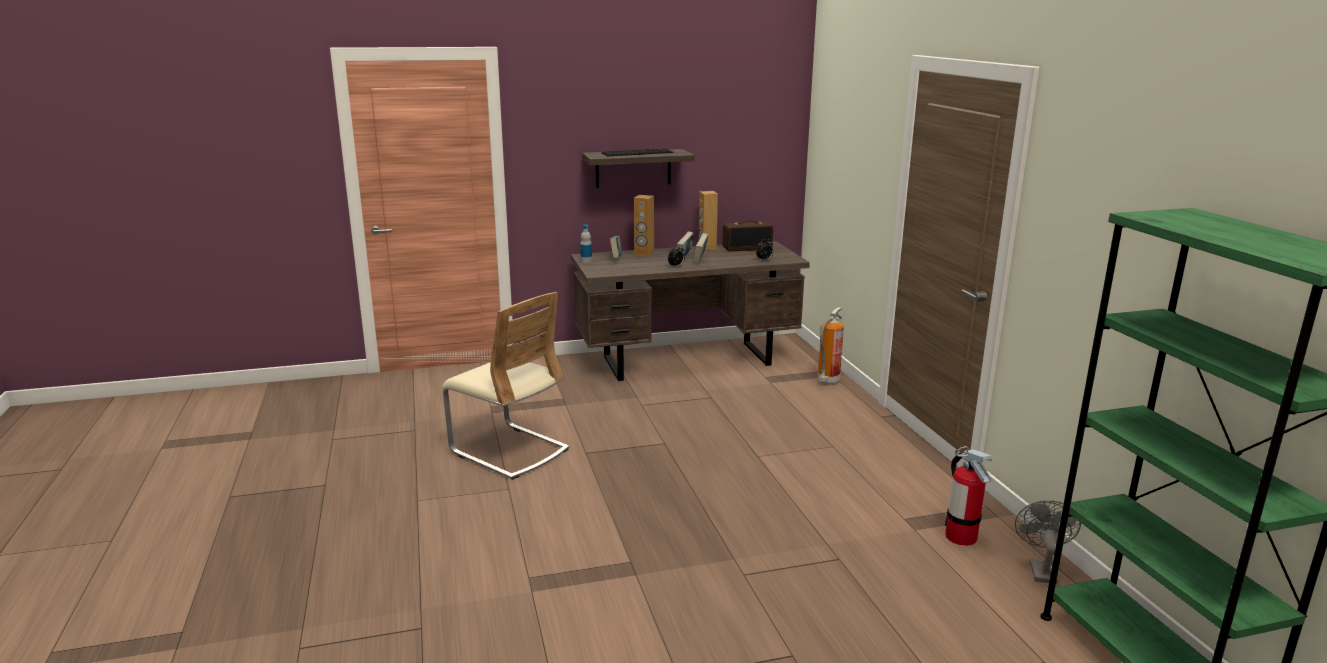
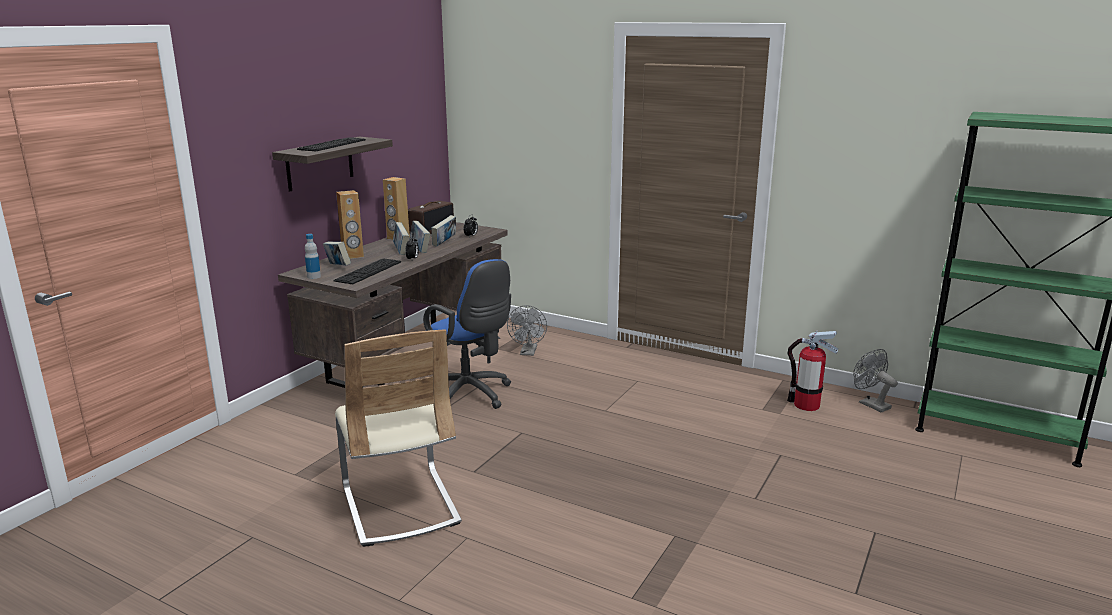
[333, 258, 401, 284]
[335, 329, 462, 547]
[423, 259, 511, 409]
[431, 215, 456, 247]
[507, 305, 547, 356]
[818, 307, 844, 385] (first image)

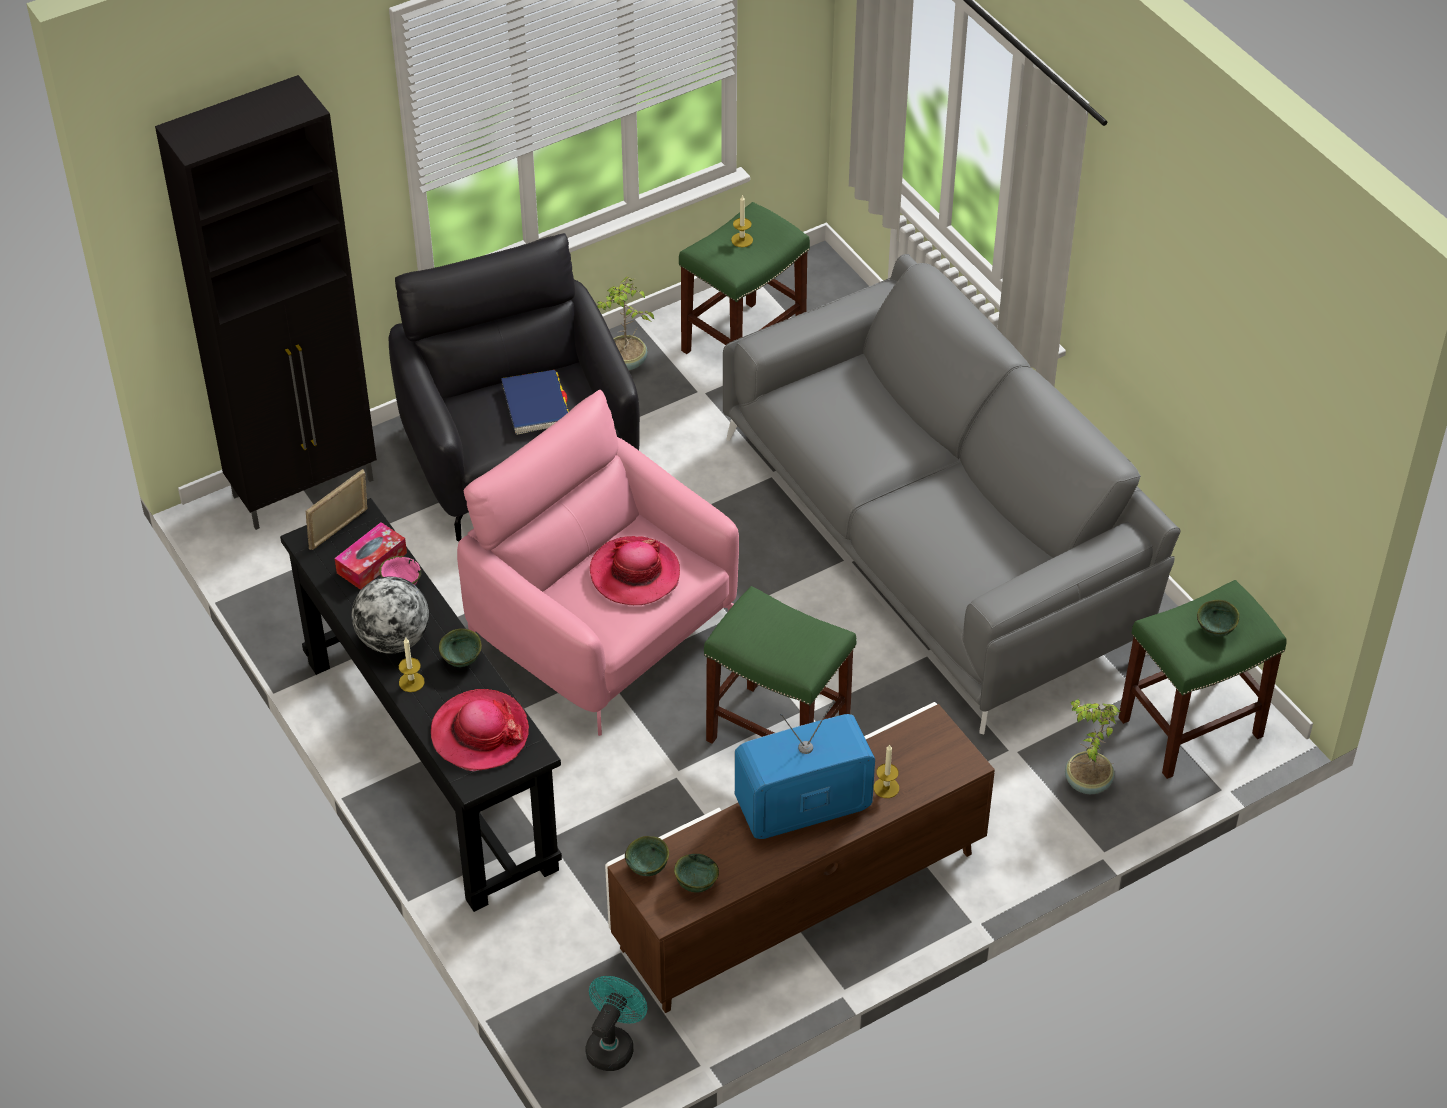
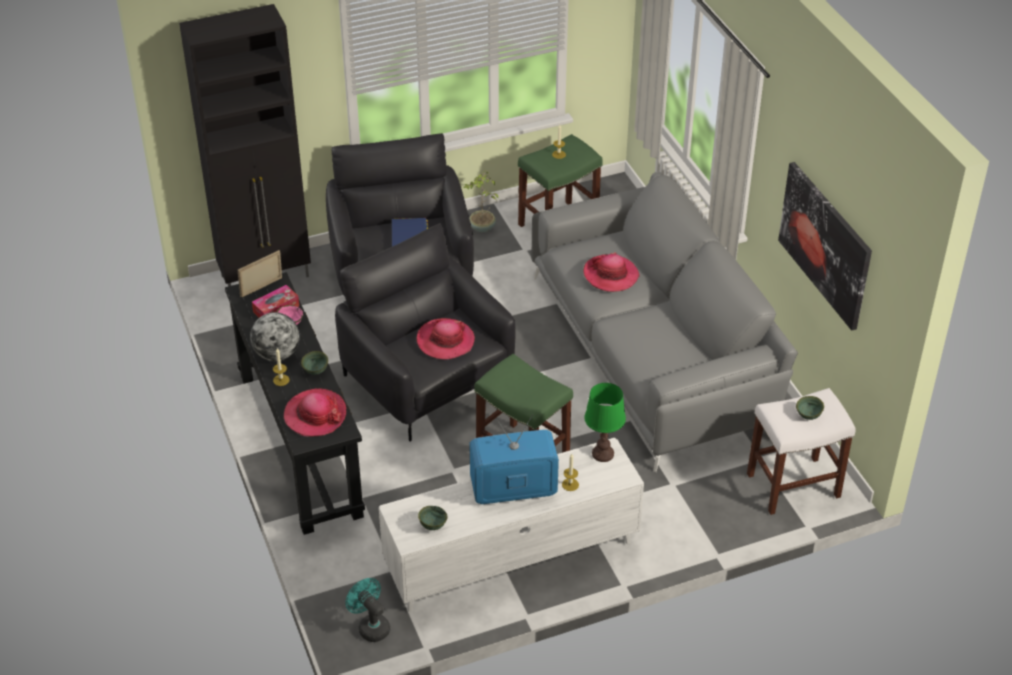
[335, 223, 516, 441]
[345, 578, 390, 642]
[379, 438, 644, 612]
[583, 252, 640, 292]
[584, 383, 626, 462]
[747, 388, 856, 515]
[778, 162, 872, 331]
[625, 836, 669, 876] (first image)
[1065, 699, 1120, 794] (first image)

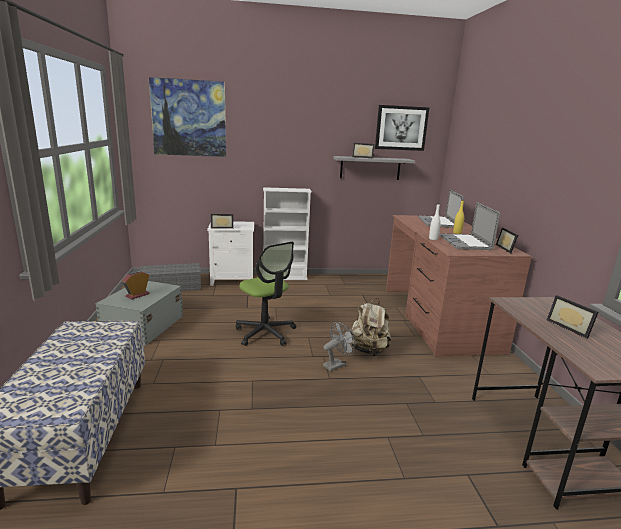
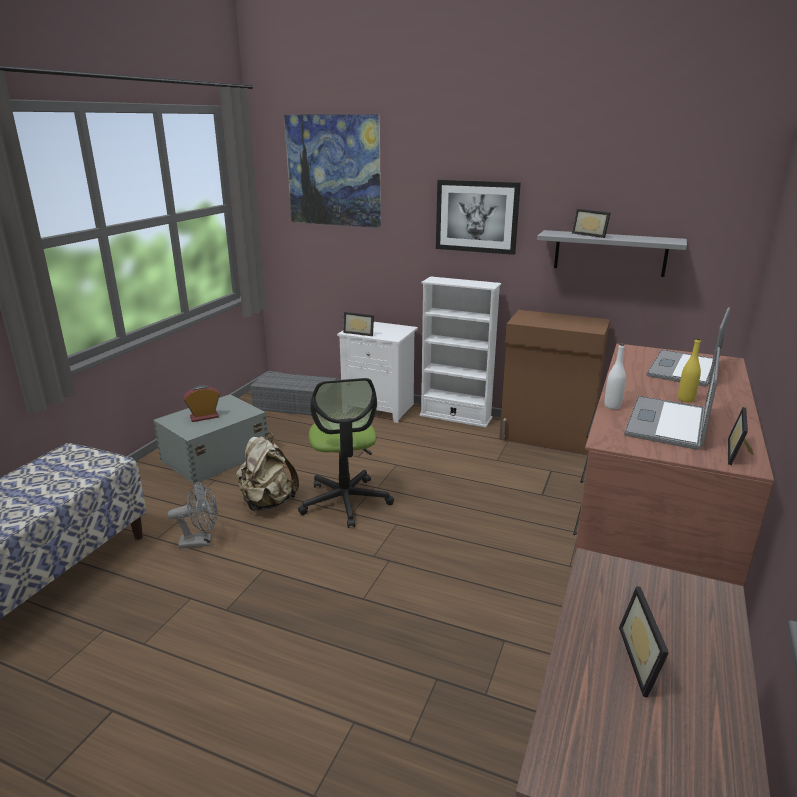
[167, 482, 218, 549]
[236, 433, 299, 511]
[436, 180, 521, 255]
[499, 310, 610, 455]

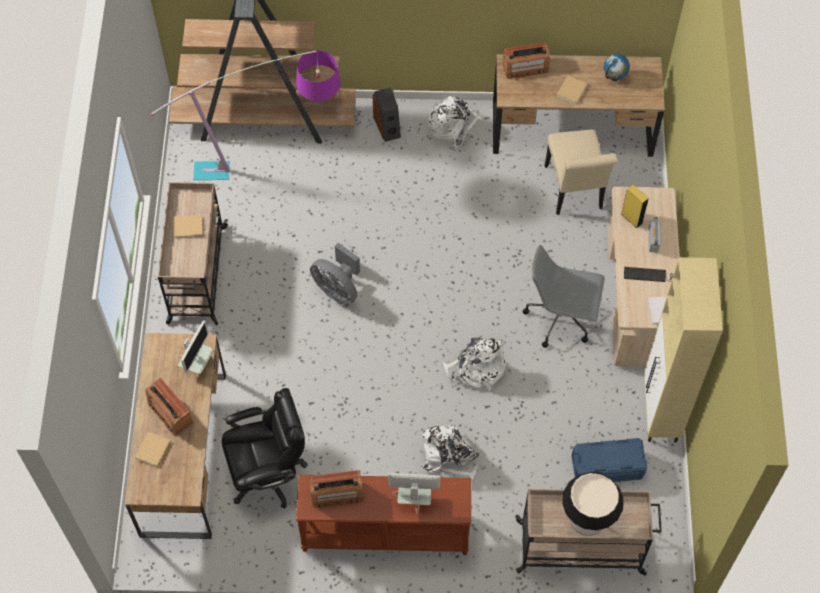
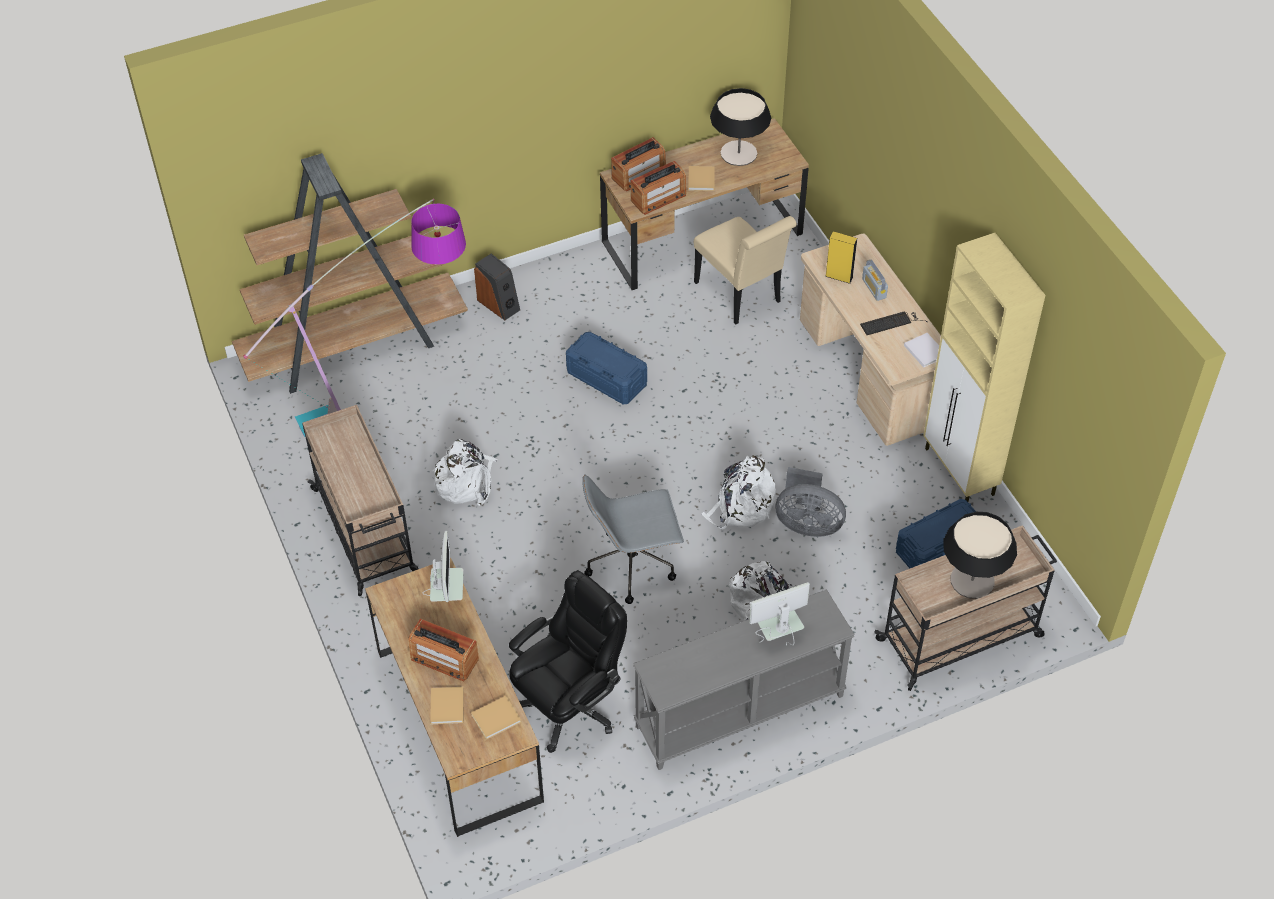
[432, 439, 497, 506]
[471, 696, 521, 740]
[566, 332, 647, 405]
[582, 474, 684, 604]
[631, 161, 686, 215]
[633, 589, 855, 770]
[710, 88, 771, 166]
[775, 467, 846, 537]

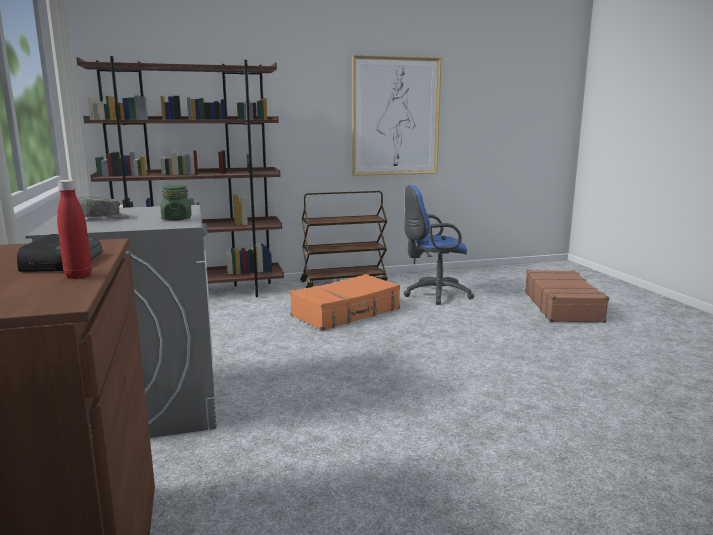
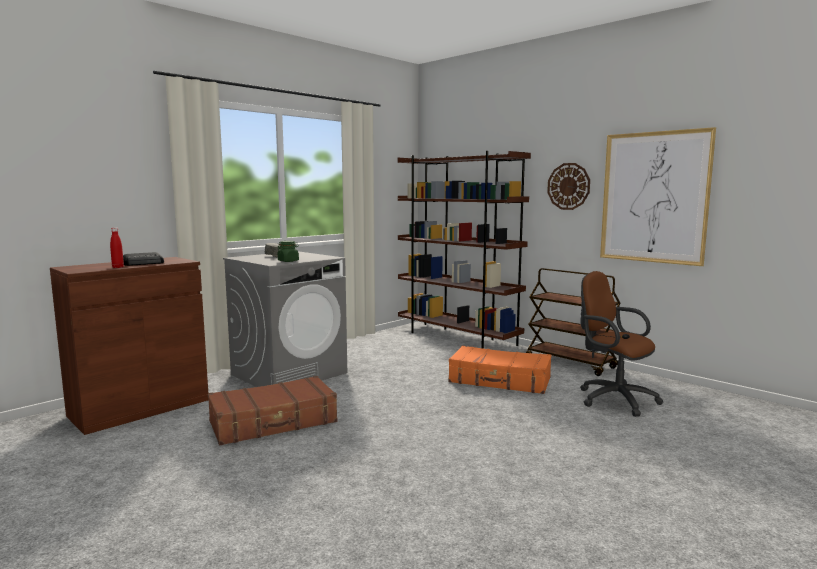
[208, 376, 337, 446]
[547, 163, 590, 210]
[580, 271, 663, 417]

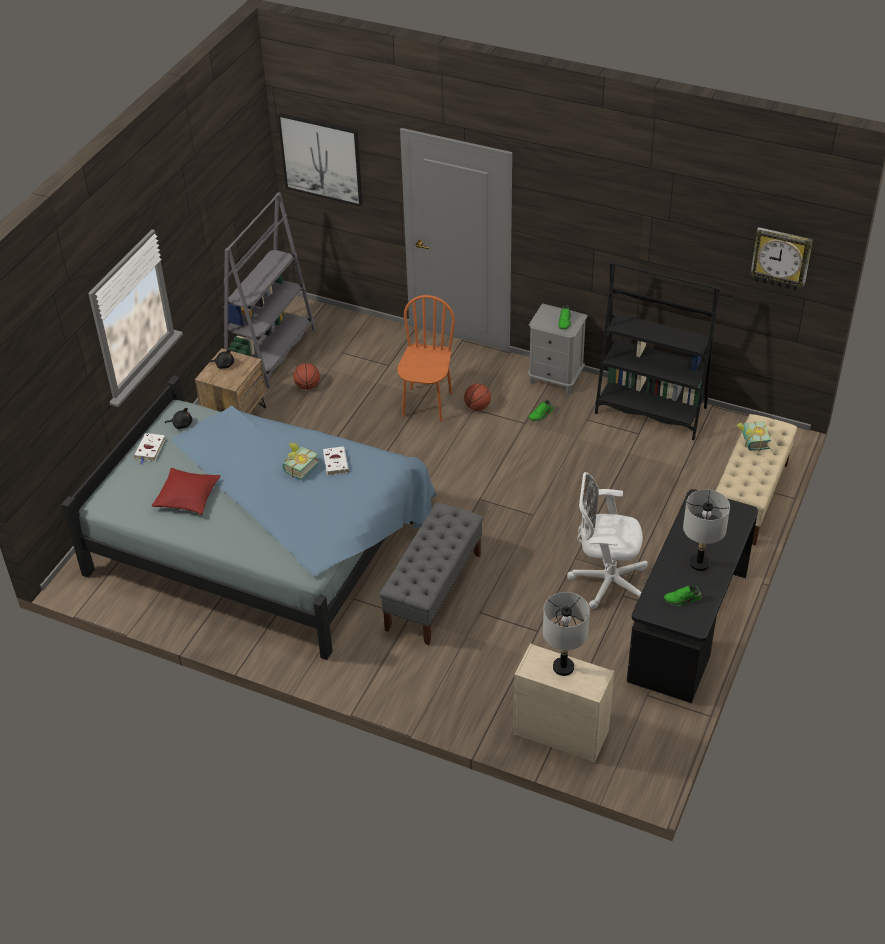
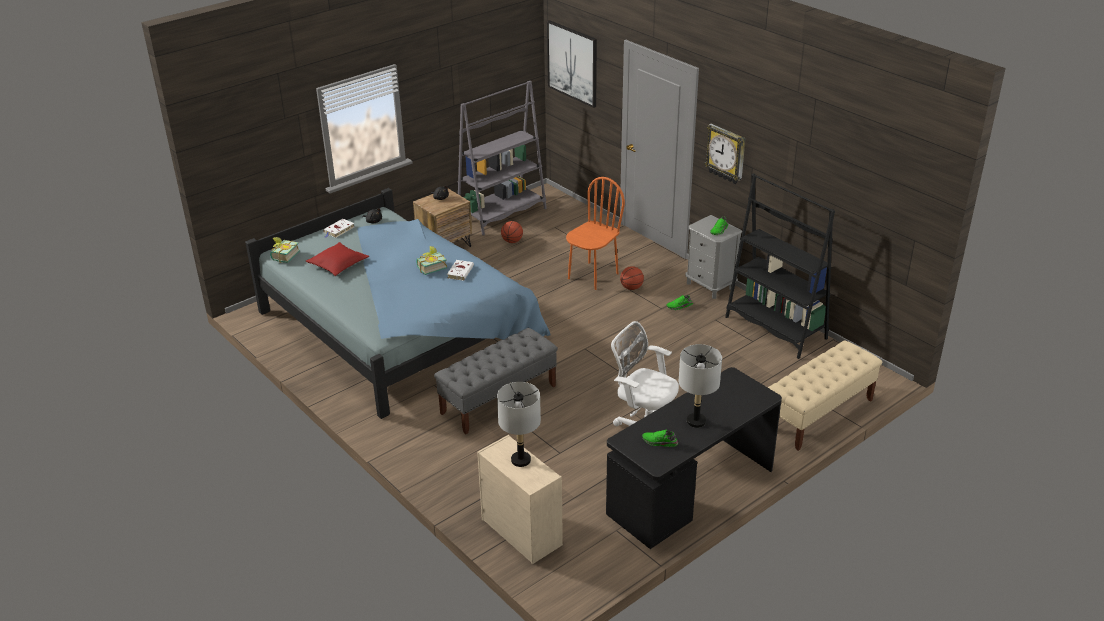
[270, 237, 300, 263]
[705, 124, 745, 184]

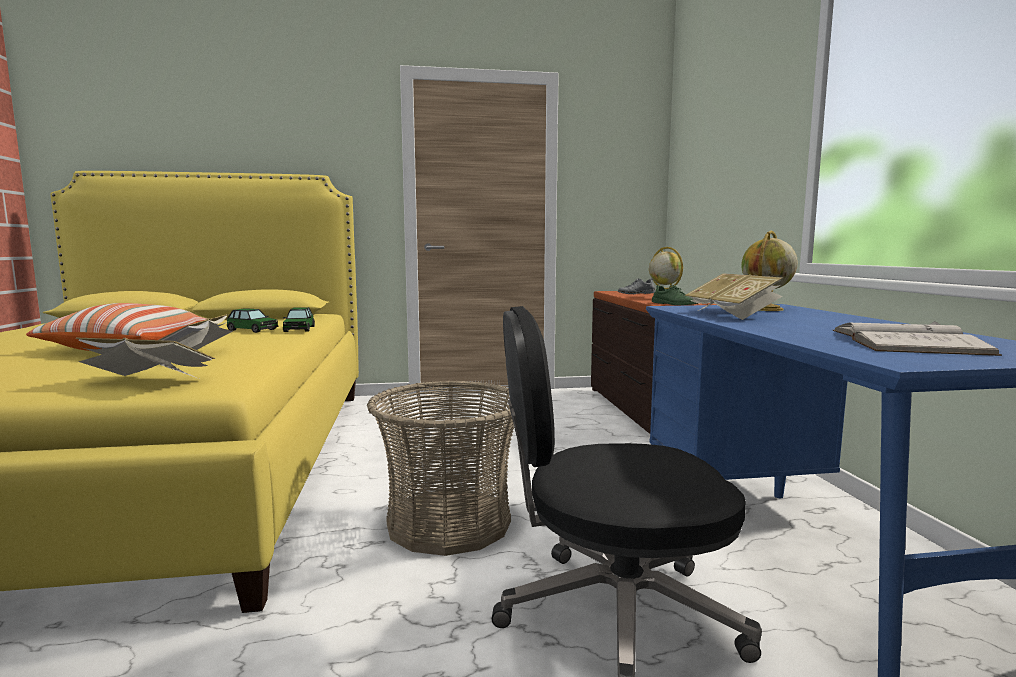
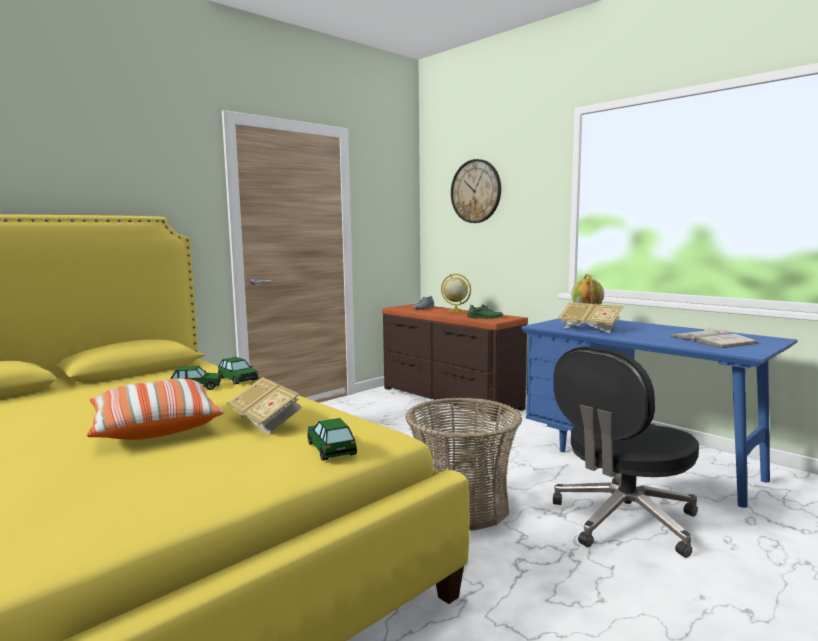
[307, 418, 357, 461]
[451, 159, 501, 223]

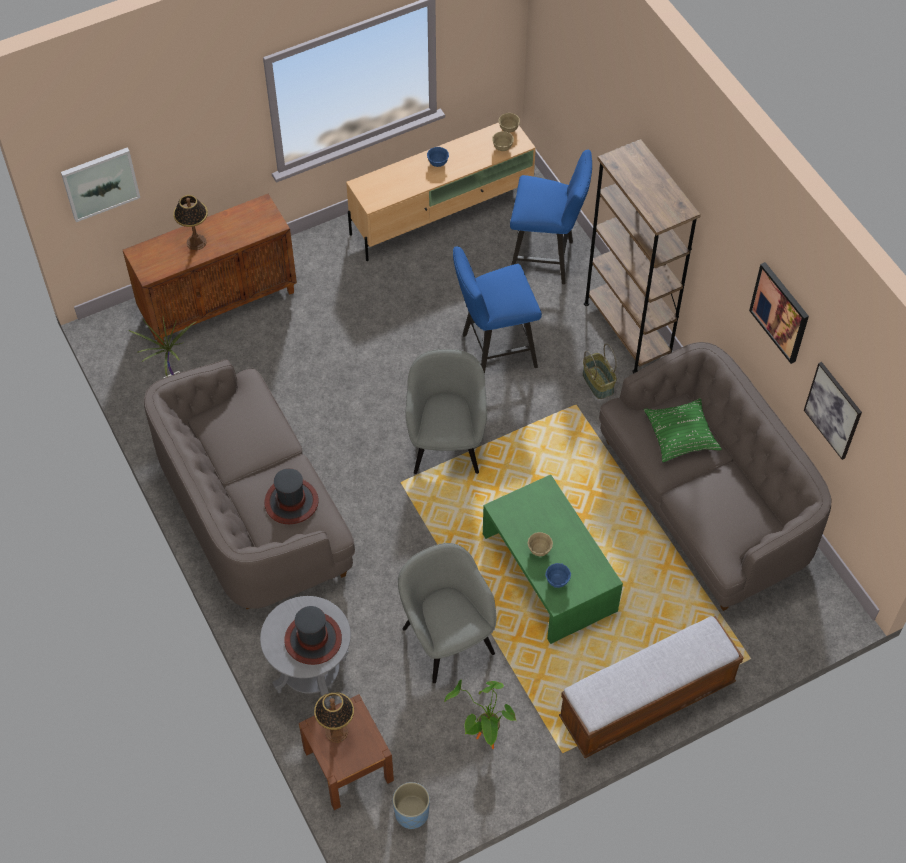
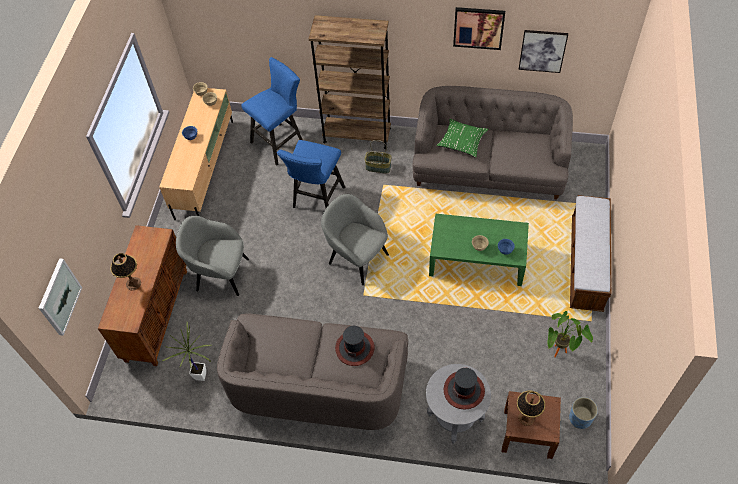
[176, 216, 249, 296]

